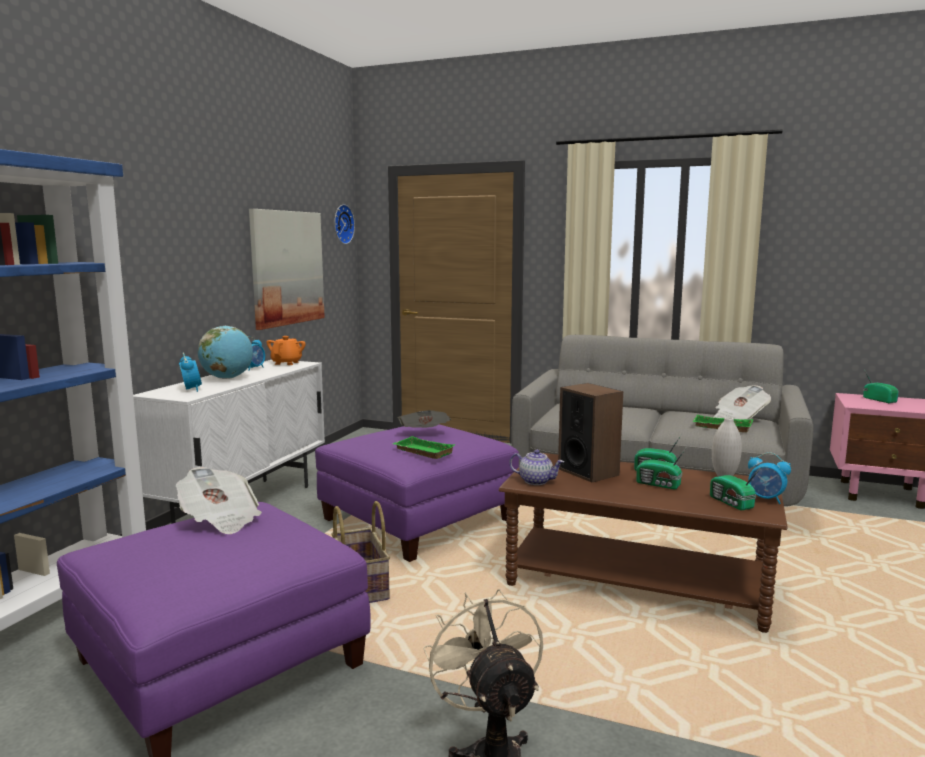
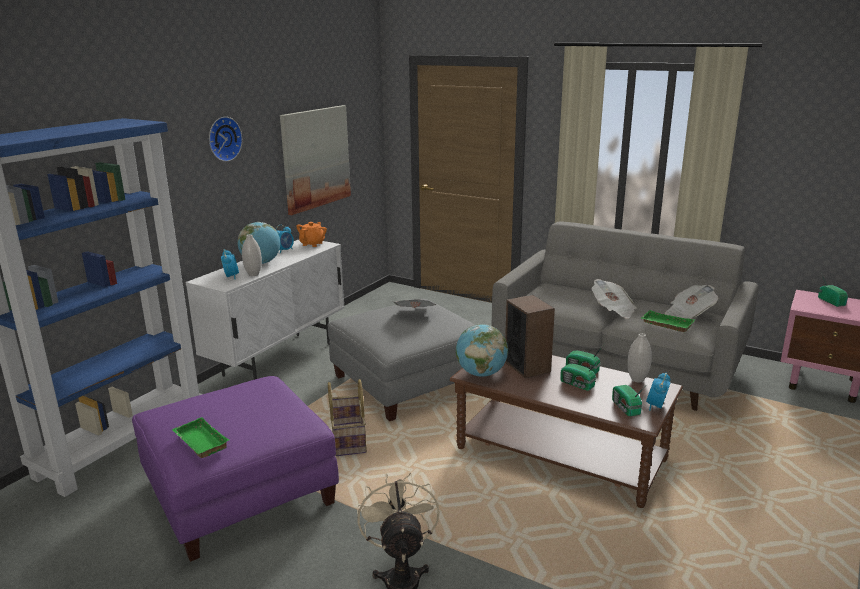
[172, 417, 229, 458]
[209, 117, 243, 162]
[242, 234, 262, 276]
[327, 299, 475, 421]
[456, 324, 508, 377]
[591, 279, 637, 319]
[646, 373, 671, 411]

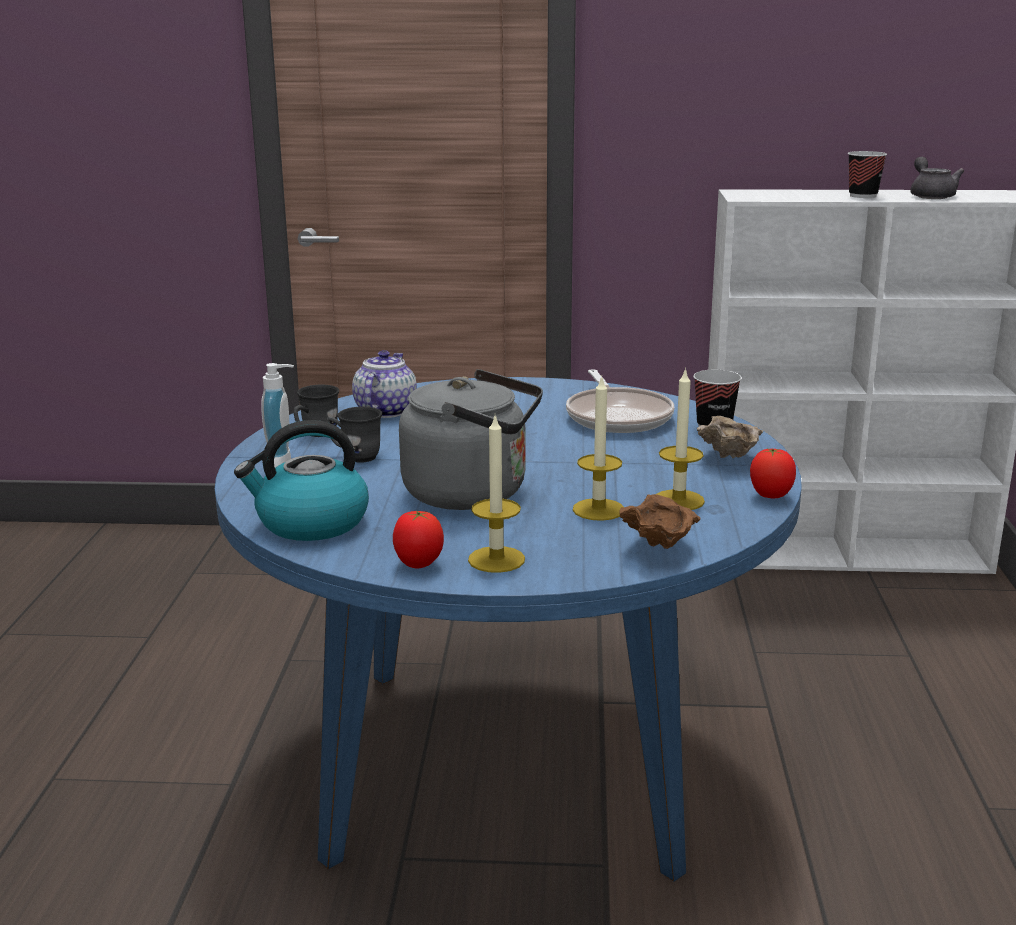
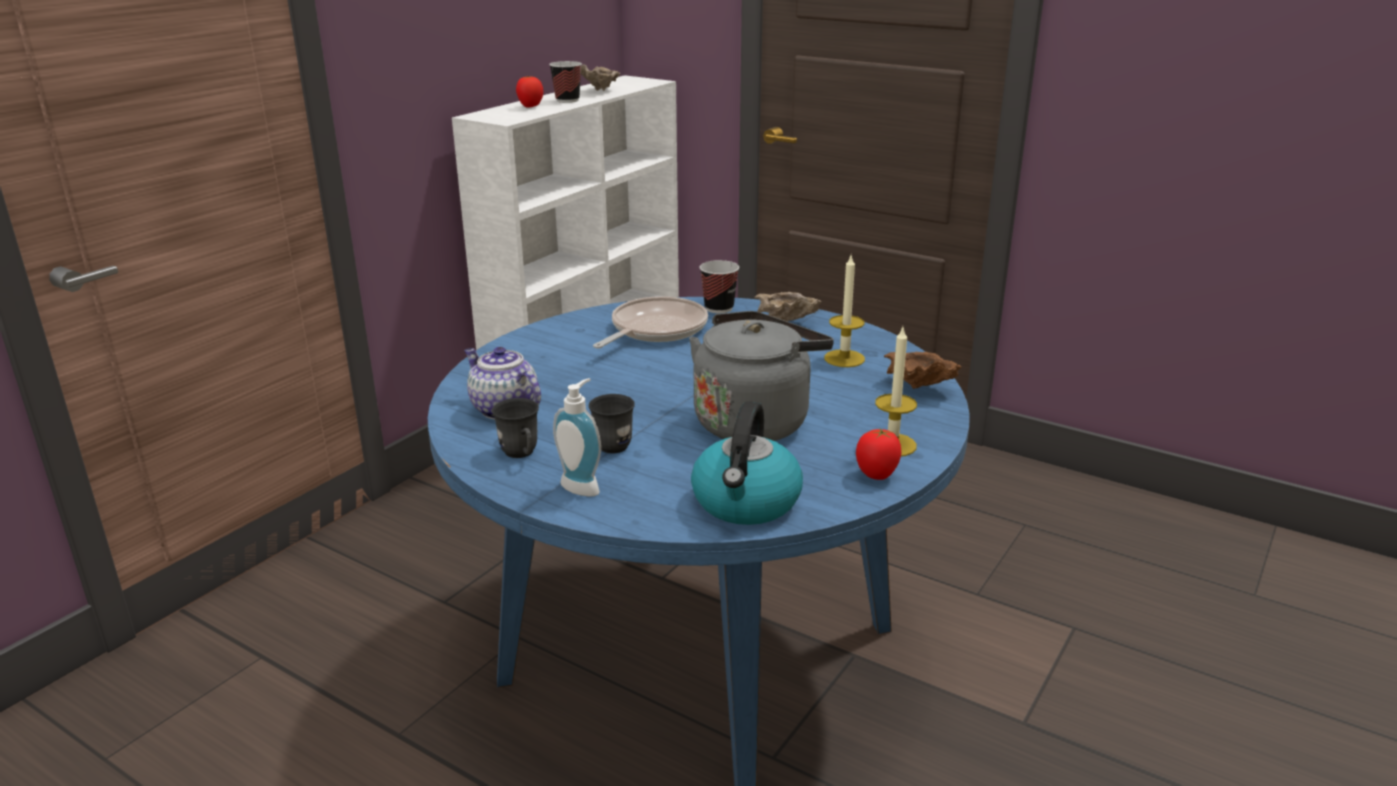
[516, 76, 543, 107]
[581, 64, 620, 91]
[593, 296, 708, 348]
[573, 376, 624, 521] (first image)

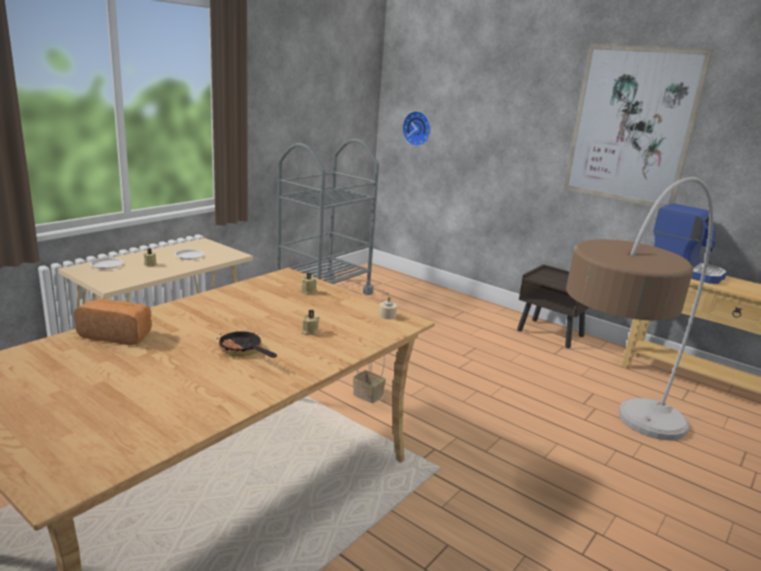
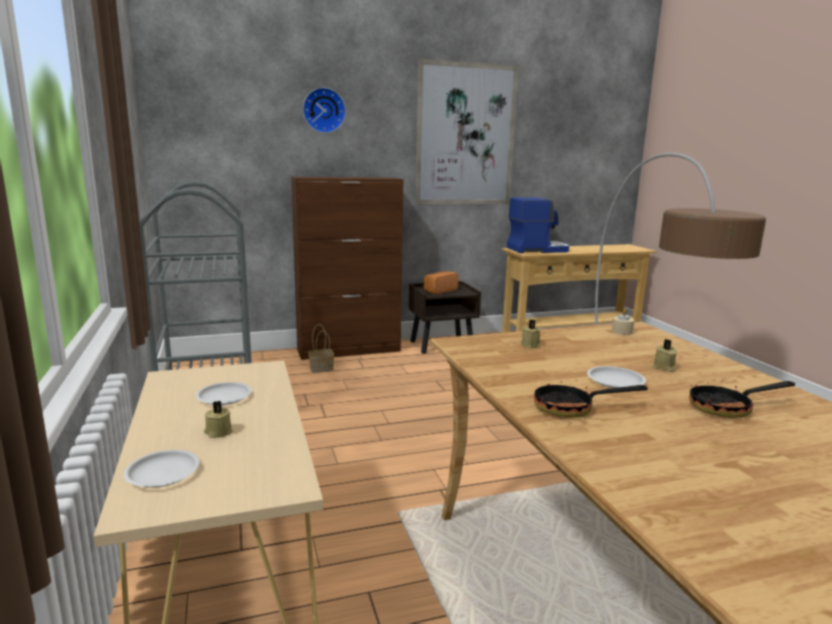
[291, 177, 404, 360]
[303, 87, 346, 133]
[308, 324, 334, 373]
[424, 271, 459, 294]
[534, 373, 648, 418]
[587, 366, 646, 388]

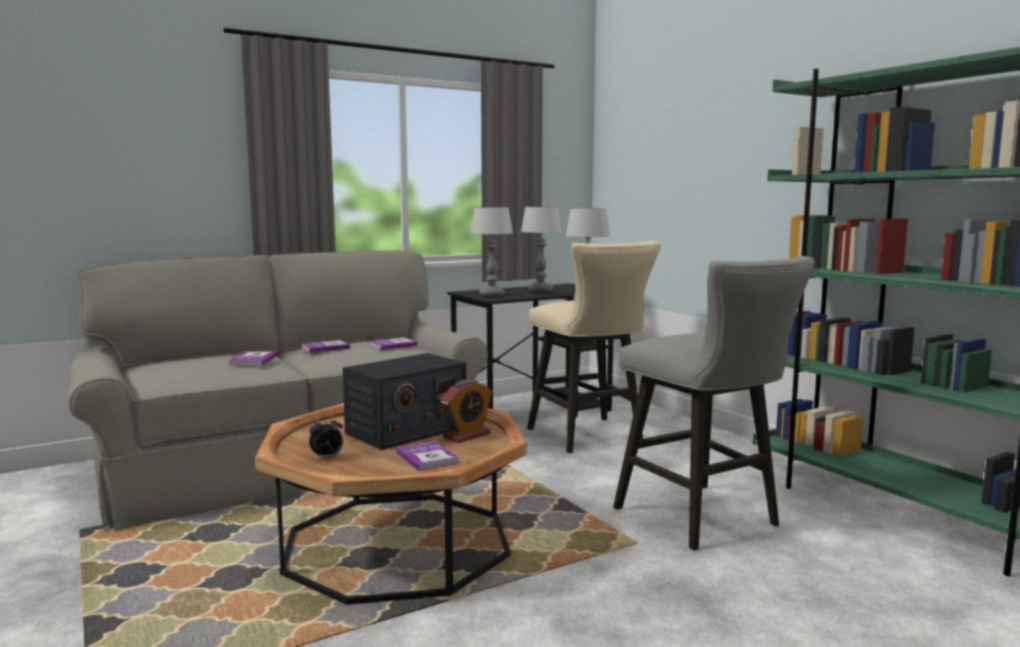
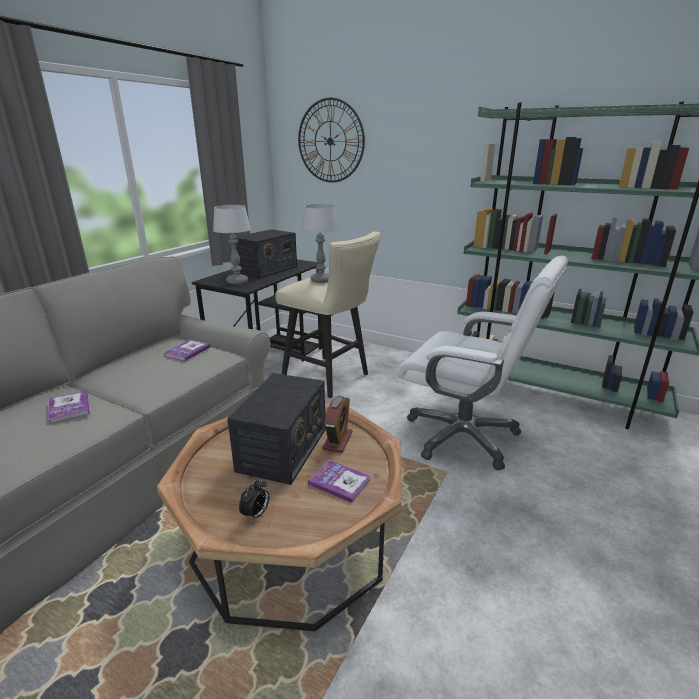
[236, 229, 297, 278]
[298, 98, 365, 183]
[397, 256, 568, 471]
[301, 340, 350, 353] (first image)

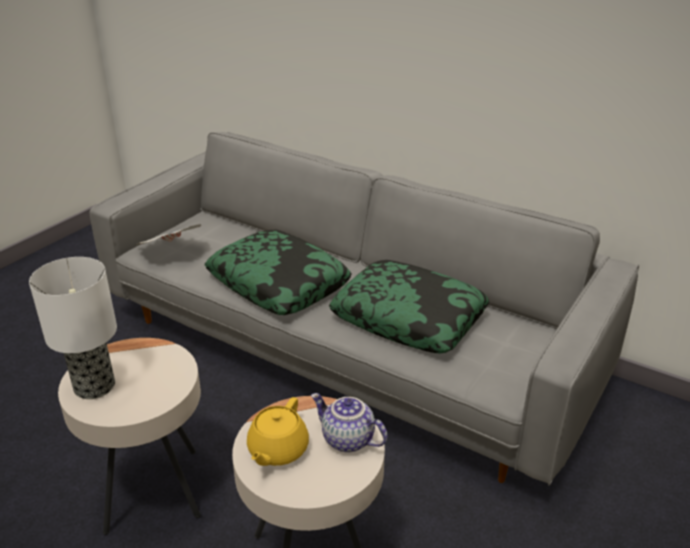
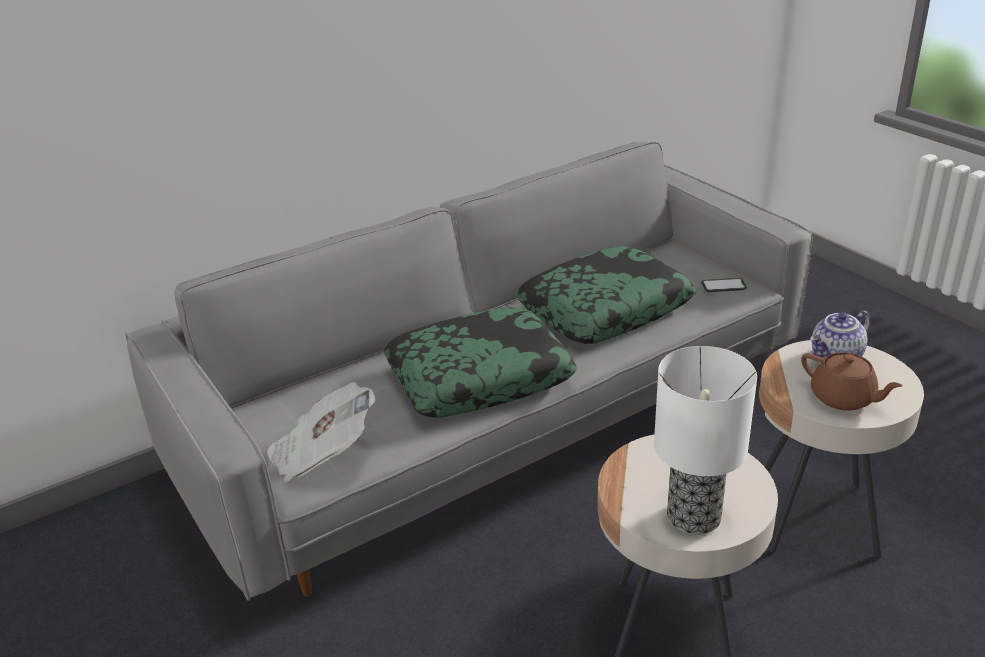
[701, 278, 747, 292]
[801, 352, 903, 411]

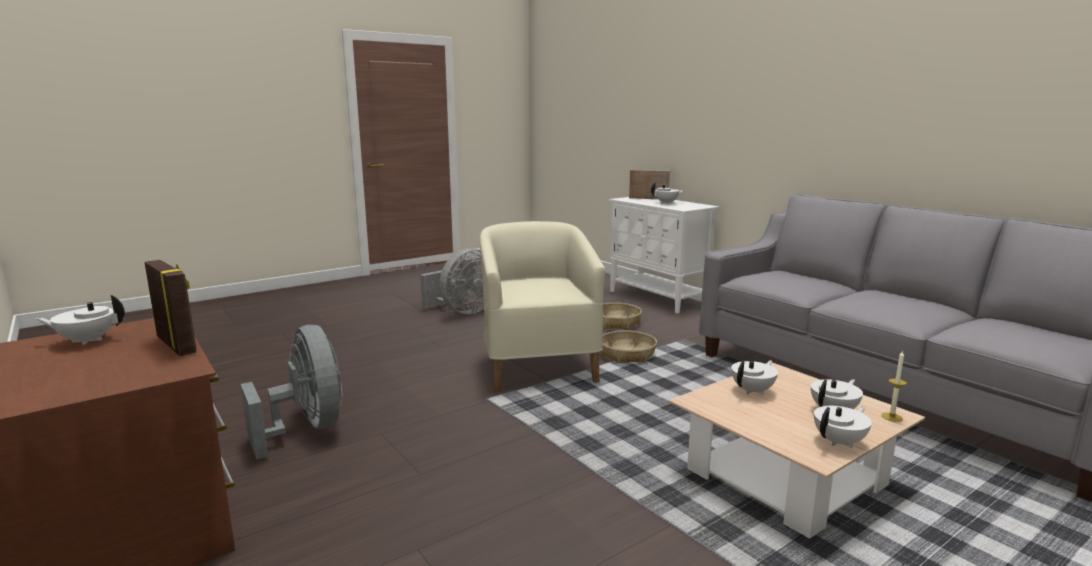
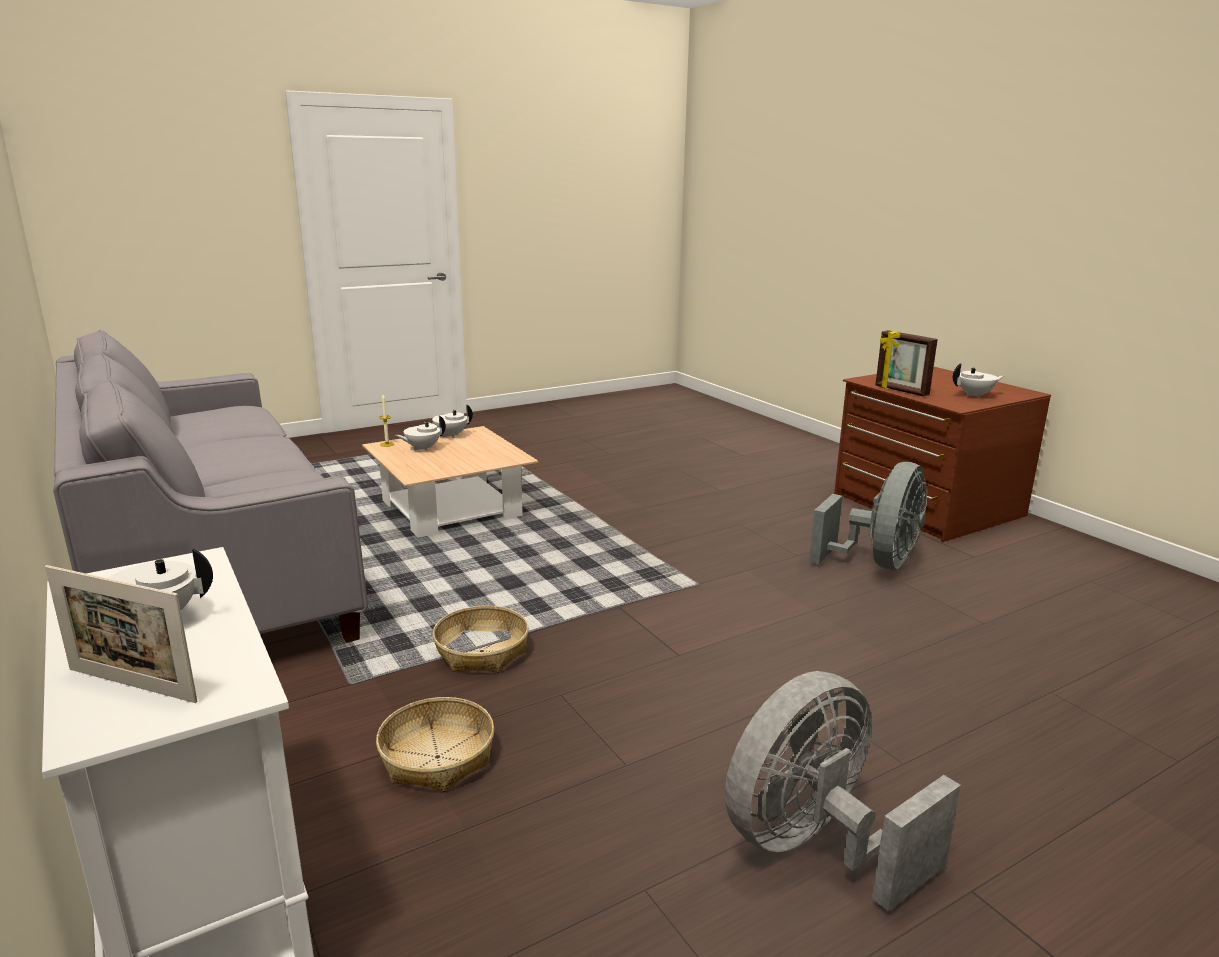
[809, 462, 927, 570]
[480, 221, 605, 392] (first image)
[731, 360, 778, 395] (first image)

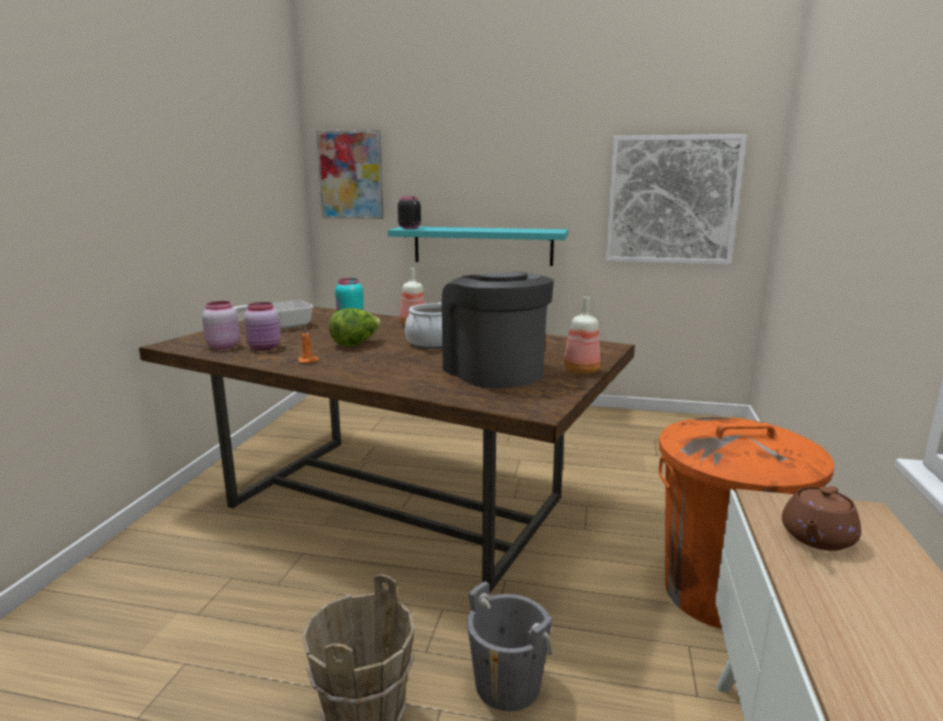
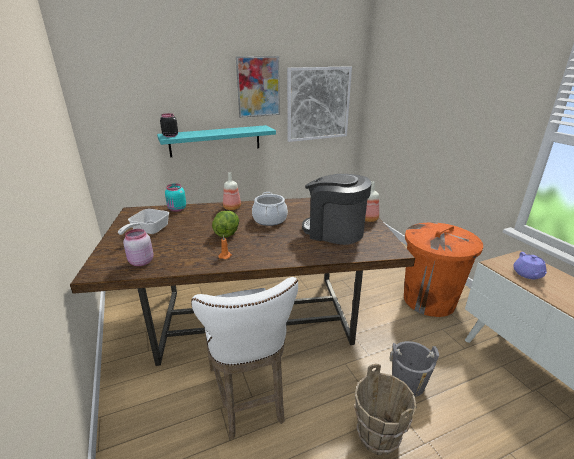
[191, 277, 298, 438]
[236, 56, 280, 118]
[513, 252, 547, 279]
[244, 302, 281, 351] (first image)

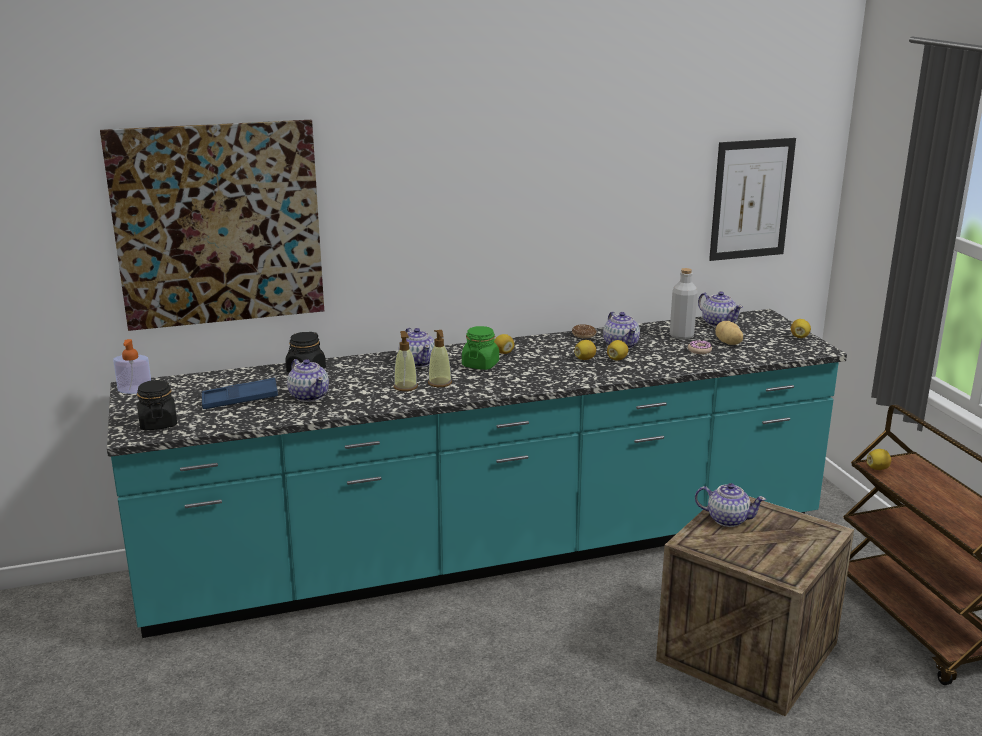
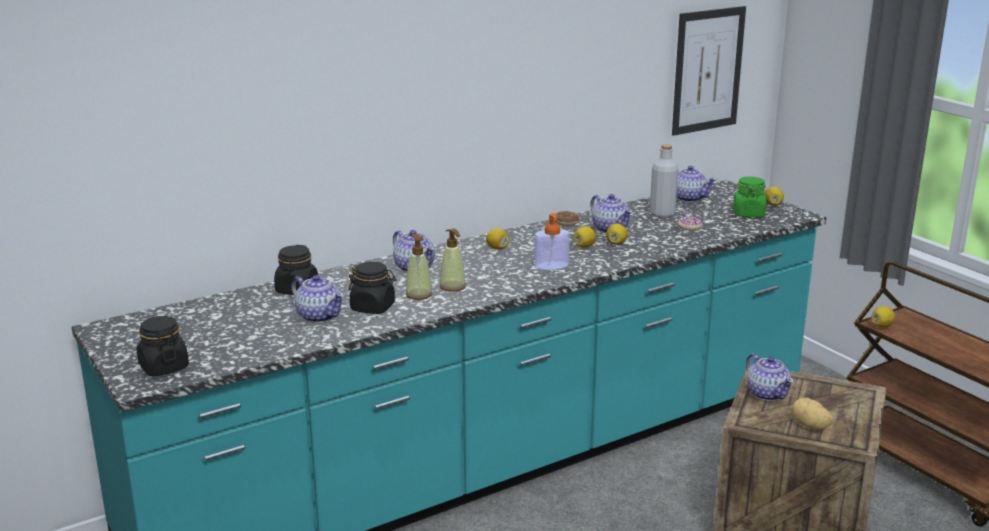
[348, 262, 396, 314]
[535, 213, 570, 270]
[733, 176, 766, 217]
[746, 353, 794, 401]
[792, 398, 833, 430]
[100, 120, 324, 331] (first image)
[202, 378, 278, 409] (first image)

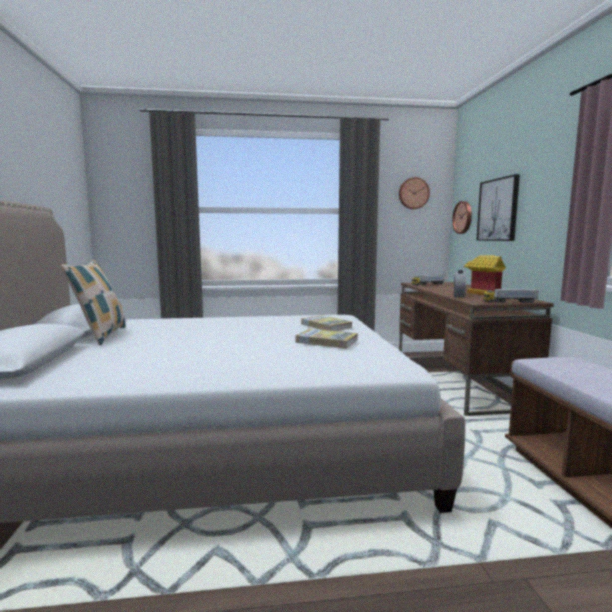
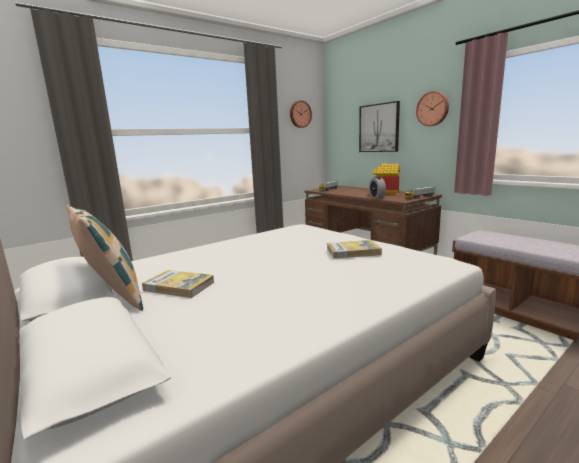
[142, 270, 215, 298]
[416, 91, 449, 126]

